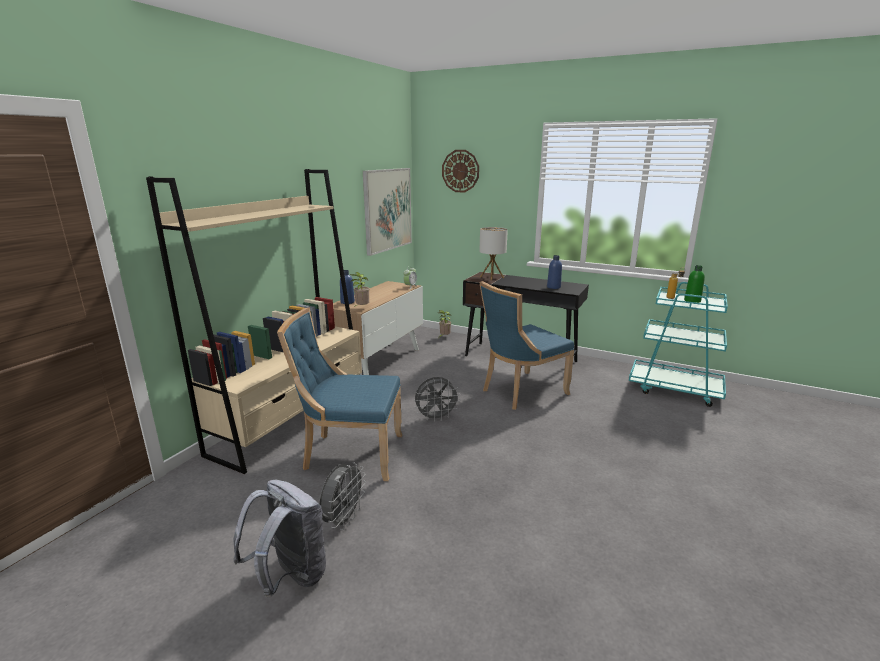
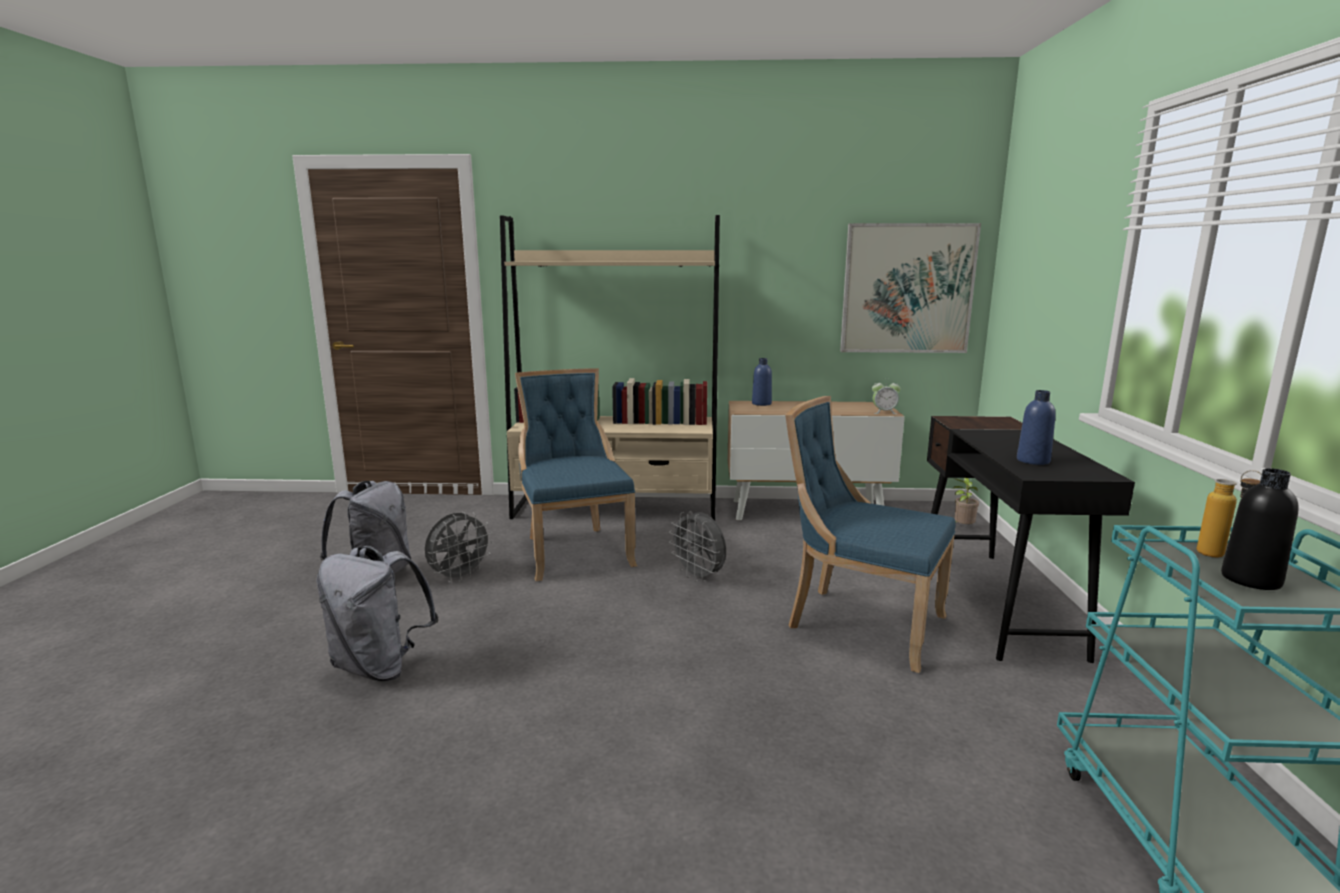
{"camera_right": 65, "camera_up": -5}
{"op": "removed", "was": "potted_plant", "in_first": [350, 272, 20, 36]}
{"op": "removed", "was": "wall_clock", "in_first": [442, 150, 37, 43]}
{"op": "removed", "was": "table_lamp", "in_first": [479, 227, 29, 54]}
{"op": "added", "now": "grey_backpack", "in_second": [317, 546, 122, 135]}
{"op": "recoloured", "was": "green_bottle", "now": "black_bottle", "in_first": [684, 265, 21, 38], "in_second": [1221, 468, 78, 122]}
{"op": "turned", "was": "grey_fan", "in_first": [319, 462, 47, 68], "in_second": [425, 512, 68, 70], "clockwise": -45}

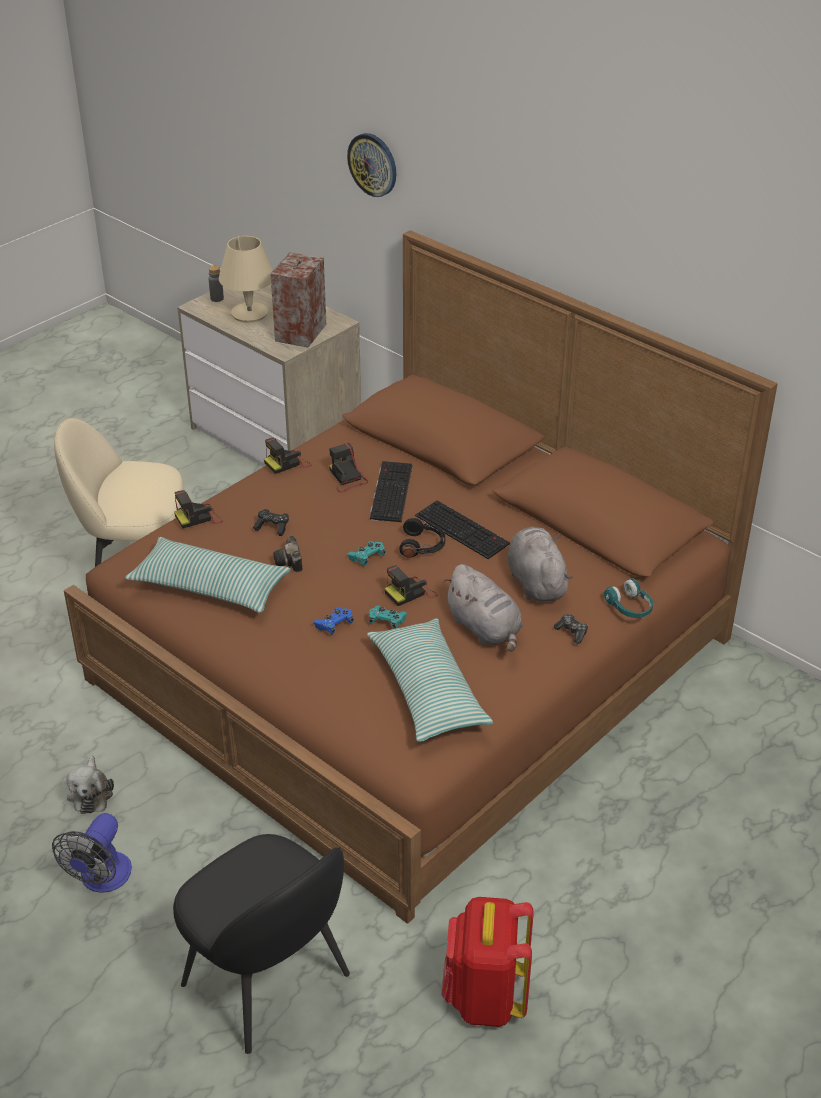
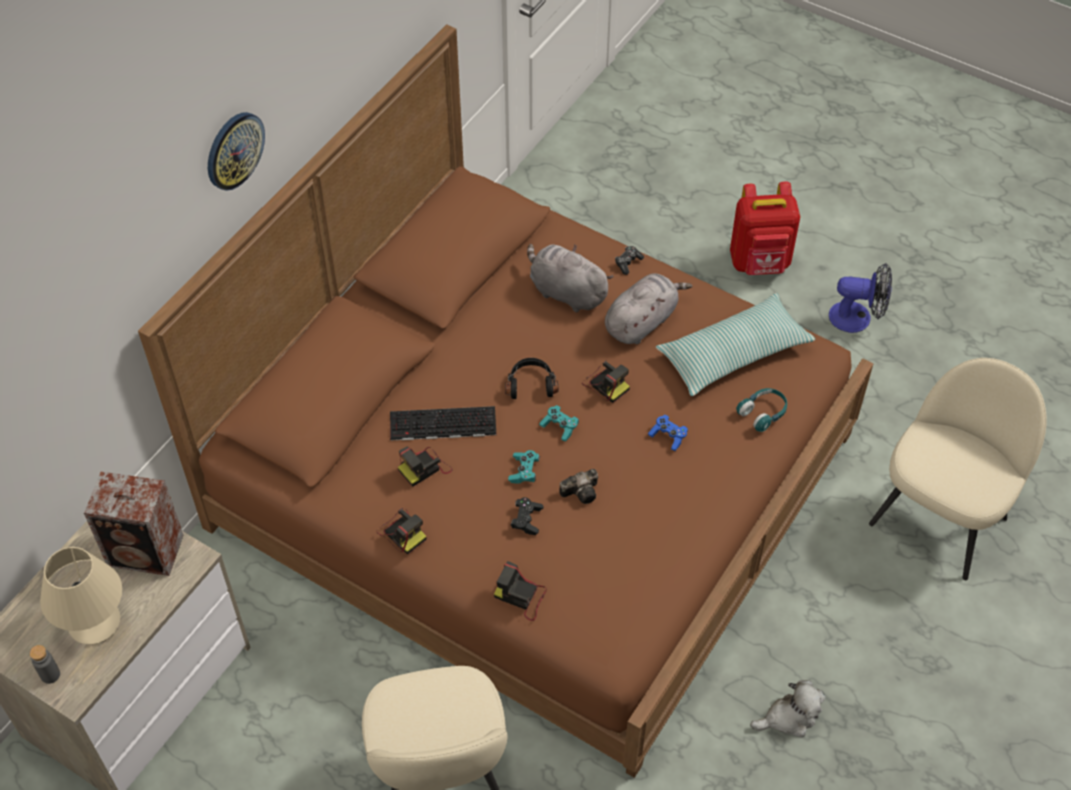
{"camera_right": -100, "camera_up": 15}
{"op": "removed", "was": "pillow", "in_first": [125, 537, 166, 76]}
{"op": "removed", "was": "keyboard", "in_first": [415, 500, 95, 59]}
{"op": "moved", "was": "fan", "in_first": [52, 813, 80, 80], "in_second": [829, 263, 63, 70]}
{"op": "moved", "was": "wall_clock", "in_first": [347, 133, 49, 64], "in_second": [208, 112, 57, 79]}
{"op": "moved", "was": "turquoise_game_controller", "in_first": [369, 605, 38, 24], "in_second": [508, 450, 32, 34]}
{"op": "moved", "was": "red_backpack", "in_first": [441, 897, 93, 130], "in_second": [730, 182, 70, 93]}
{"op": "moved", "was": "turquoise_headphones", "in_first": [604, 578, 49, 40], "in_second": [736, 388, 51, 44]}
{"op": "recoloured", "was": "black_chair", "now": "beige_chair", "in_first": [173, 834, 177, 220], "in_second": [869, 358, 178, 222]}
{"op": "turned", "was": "photo_camera", "in_first": [174, 490, 49, 38], "in_second": [494, 561, 53, 60], "clockwise": 150}
{"op": "turned", "was": "grey_plush_toy", "in_first": [508, 526, 64, 76], "in_second": [527, 244, 87, 68], "clockwise": 60}

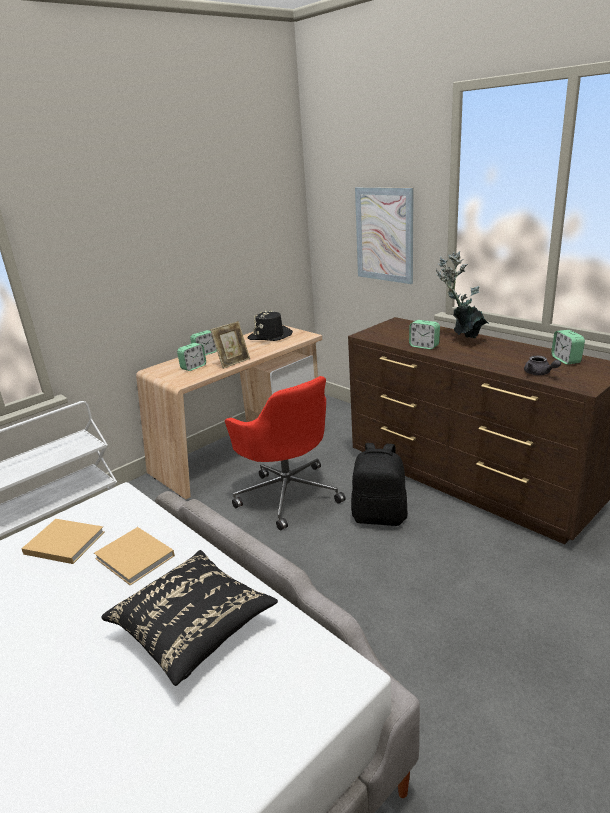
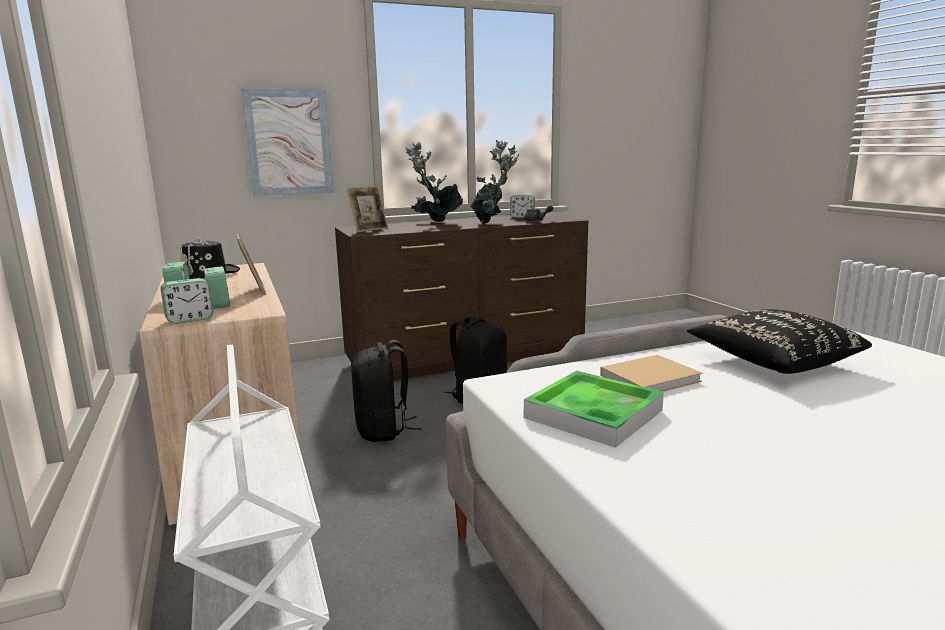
{"camera_right": -70, "camera_up": -10}
{"op": "added", "now": "picture_frame", "in_second": [347, 186, 41, 46]}
{"op": "added", "now": "potted_plant", "in_second": [470, 140, 49, 85]}
{"op": "moved", "was": "alarm_clock", "in_first": [409, 320, 31, 29], "in_second": [161, 278, 53, 46]}
{"op": "replaced", "was": "beige_book", "now": "tray", "in_first": [21, 519, 84, 45], "in_second": [524, 371, 140, 77]}
{"op": "replaced", "was": "red_office_chair", "now": "black_backpack", "in_first": [225, 376, 121, 154], "in_second": [351, 340, 71, 102]}

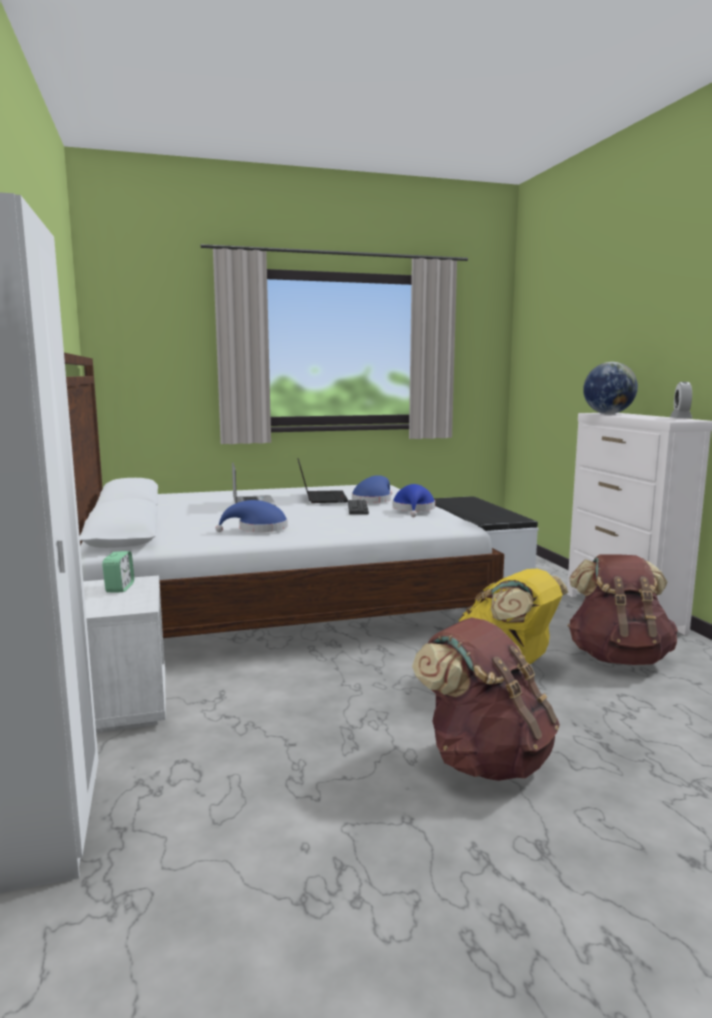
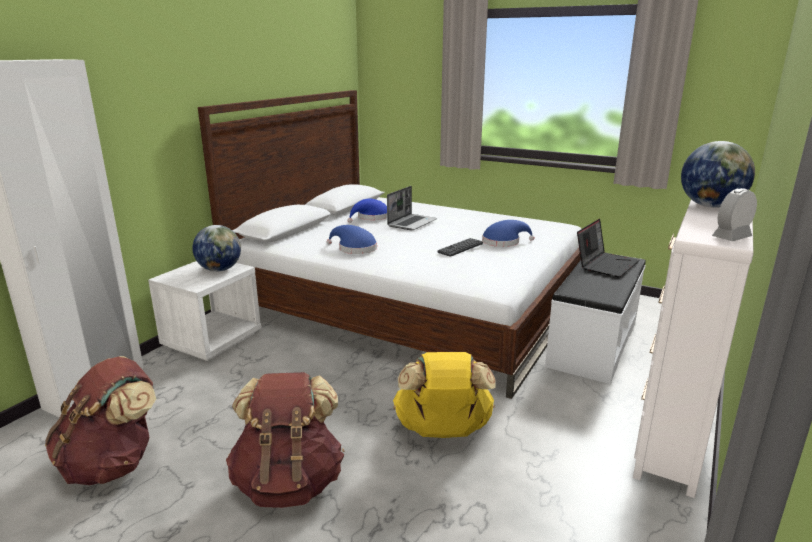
{"camera_right": 45, "camera_up": 10}
{"op": "moved", "was": "laptop", "in_first": [297, 458, 51, 45], "in_second": [577, 219, 62, 59]}
{"op": "moved", "was": "blue_hat", "in_first": [393, 484, 42, 33], "in_second": [347, 199, 40, 24]}
{"op": "moved", "was": "brown_backpack", "in_first": [567, 554, 111, 111], "in_second": [45, 356, 111, 129]}
{"op": "replaced", "was": "alarm_clock", "now": "globe", "in_first": [102, 551, 32, 41], "in_second": [192, 225, 49, 47]}

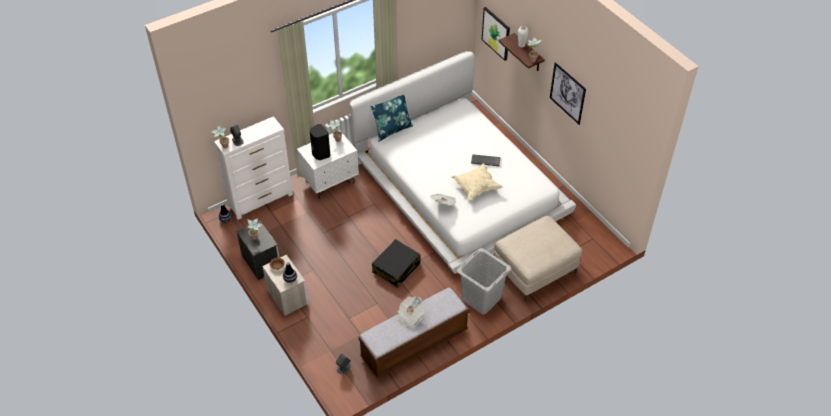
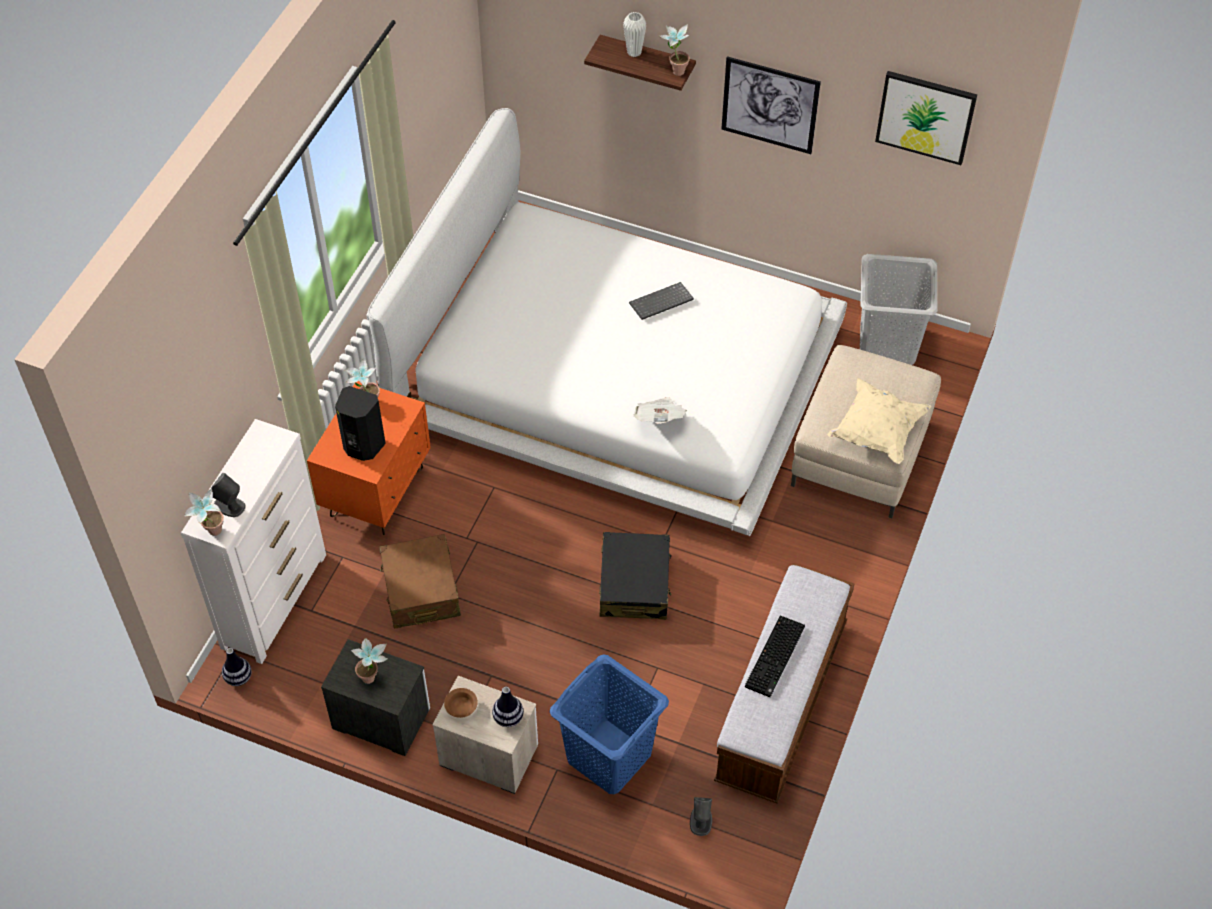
{"camera_right": -35, "camera_up": 5}
{"op": "removed", "was": "blue_pillow", "in_first": [371, 95, 42, 47]}
{"op": "added", "now": "brown_suitcase", "in_second": [379, 534, 82, 95]}
{"op": "added", "now": "blue_laundry_basket", "in_second": [550, 654, 119, 140]}
{"op": "moved", "was": "beige_pillow", "in_first": [451, 163, 52, 37], "in_second": [827, 378, 104, 86]}
{"op": "moved", "was": "grey_laundry_basket", "in_first": [457, 248, 54, 66], "in_second": [860, 254, 77, 111]}
{"op": "moved", "was": "picture", "in_first": [482, 7, 28, 54], "in_second": [875, 71, 102, 94]}
{"op": "replaced", "was": "newspaper", "now": "keyboard", "in_first": [396, 297, 29, 31], "in_second": [745, 616, 60, 81]}
{"op": "recoloured", "was": "white_nightstand", "now": "orange_nightstand", "in_first": [297, 130, 62, 69], "in_second": [307, 381, 124, 154]}

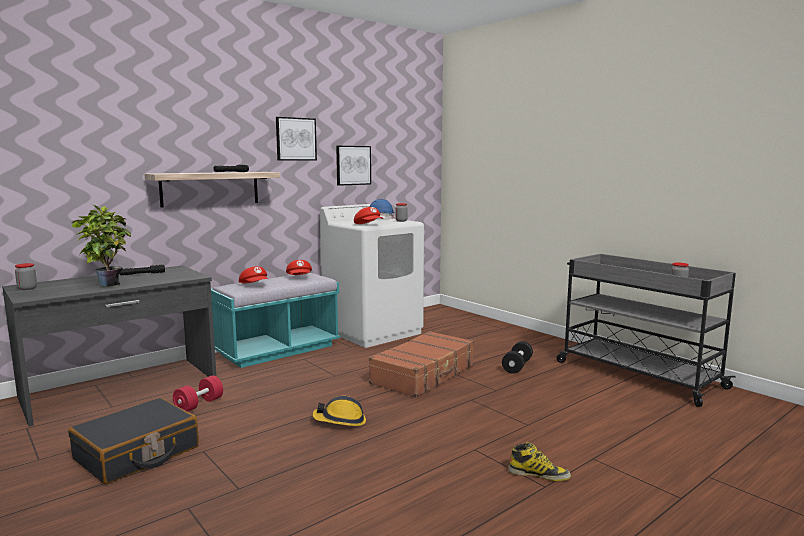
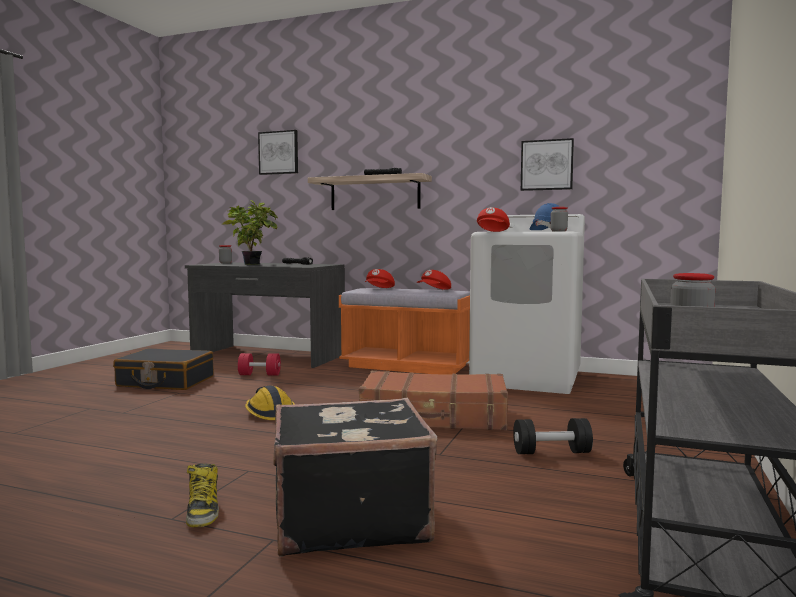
{"camera_right": 60, "camera_up": -5}
{"op": "added", "now": "black_suitcase", "in_second": [273, 398, 164, 159]}
{"op": "moved", "was": "picture", "in_first": [276, 117, 41, 44], "in_second": [258, 130, 40, 45]}
{"op": "recoloured", "was": "turquoise_bench", "now": "orange_bench", "in_first": [211, 273, 129, 95], "in_second": [339, 288, 131, 86]}

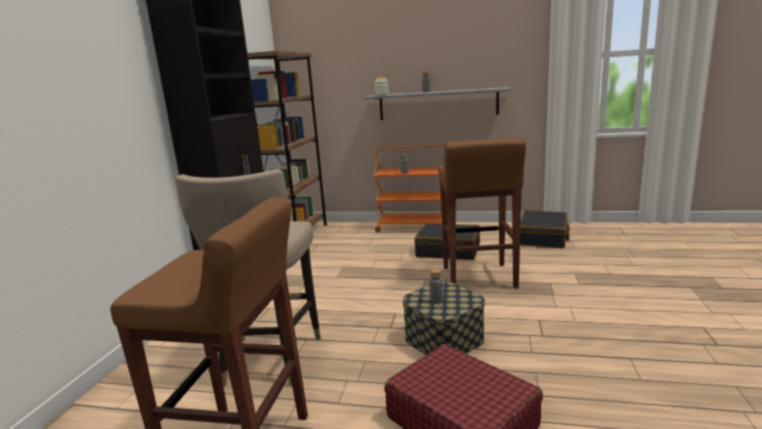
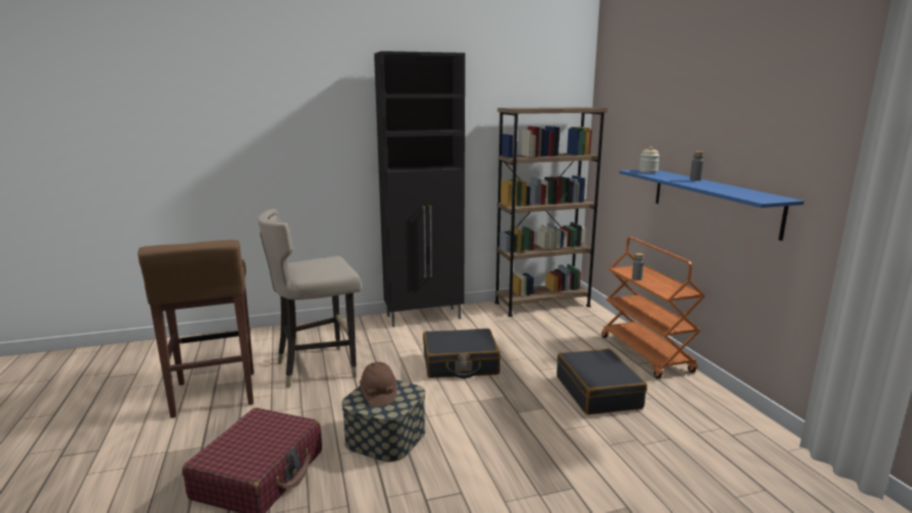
{"camera_right": 60, "camera_up": 0}
{"op": "removed", "was": "brown_stool", "in_first": [439, 137, 87, 151]}
{"op": "moved", "was": "black_suitcase", "in_first": [520, 210, 50, 38], "in_second": [423, 328, 77, 51]}
{"op": "replaced", "was": "grey_bottle", "now": "brown_hard_hat", "in_first": [430, 269, 13, 35], "in_second": [360, 362, 37, 45]}
{"op": "recoloured", "was": "grey_shelf", "now": "blue_shelf", "in_first": [363, 87, 148, 33], "in_second": [619, 170, 185, 71]}

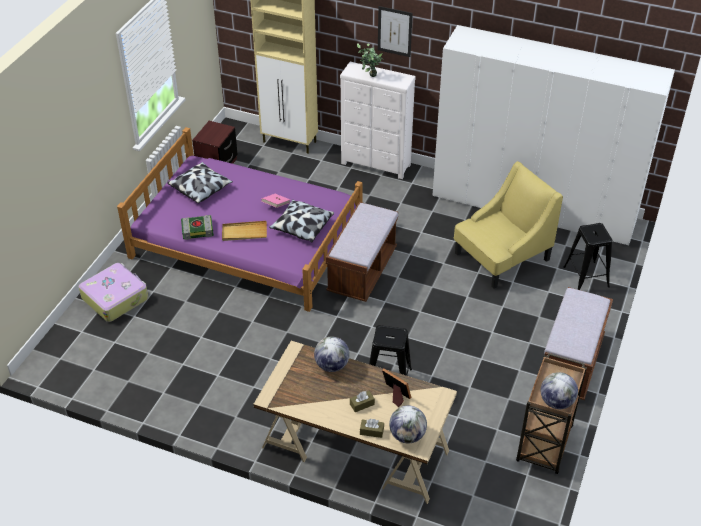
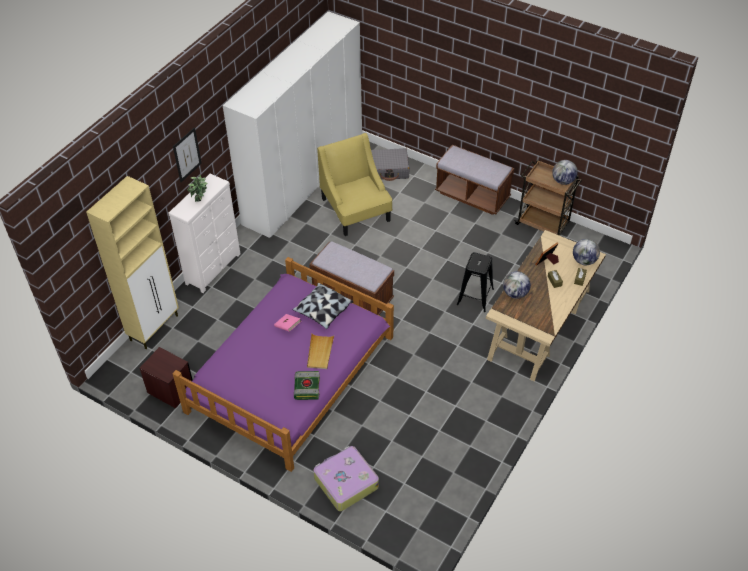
{"camera_right": -80, "camera_up": 5}
{"op": "removed", "was": "pillow", "in_first": [167, 162, 66, 41]}
{"op": "replaced", "was": "black_stool", "now": "grey_suitcase", "in_first": [563, 223, 49, 67], "in_second": [371, 148, 38, 33]}

